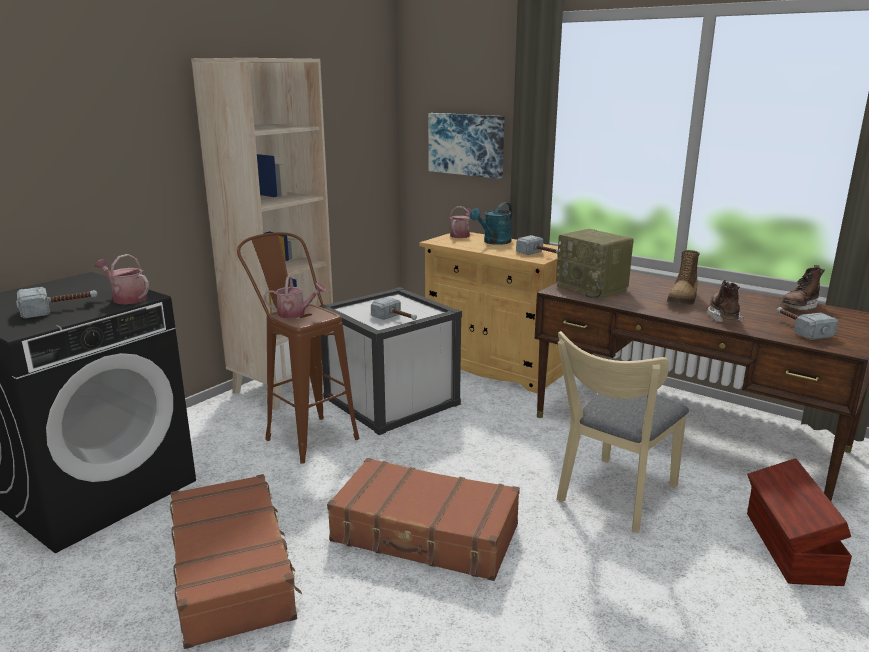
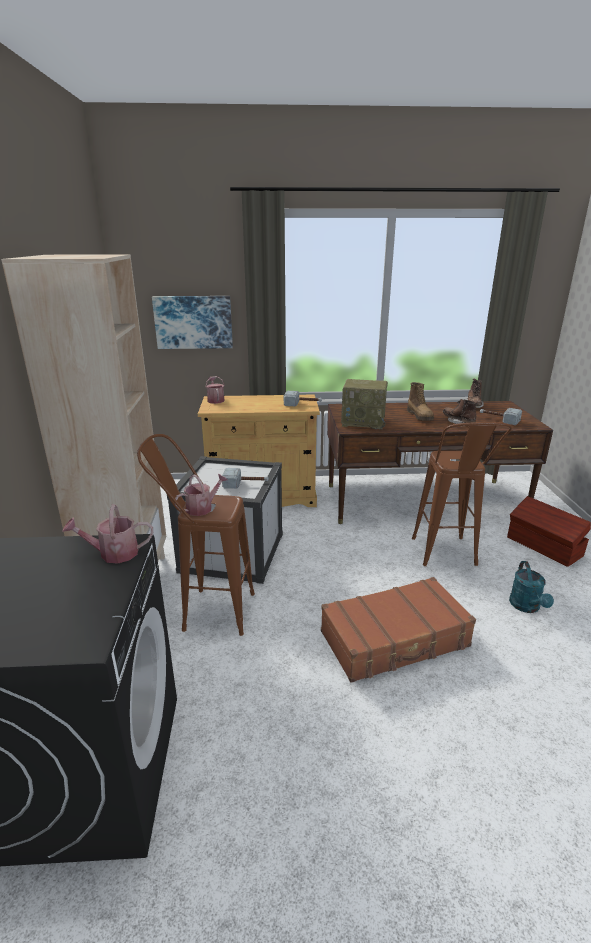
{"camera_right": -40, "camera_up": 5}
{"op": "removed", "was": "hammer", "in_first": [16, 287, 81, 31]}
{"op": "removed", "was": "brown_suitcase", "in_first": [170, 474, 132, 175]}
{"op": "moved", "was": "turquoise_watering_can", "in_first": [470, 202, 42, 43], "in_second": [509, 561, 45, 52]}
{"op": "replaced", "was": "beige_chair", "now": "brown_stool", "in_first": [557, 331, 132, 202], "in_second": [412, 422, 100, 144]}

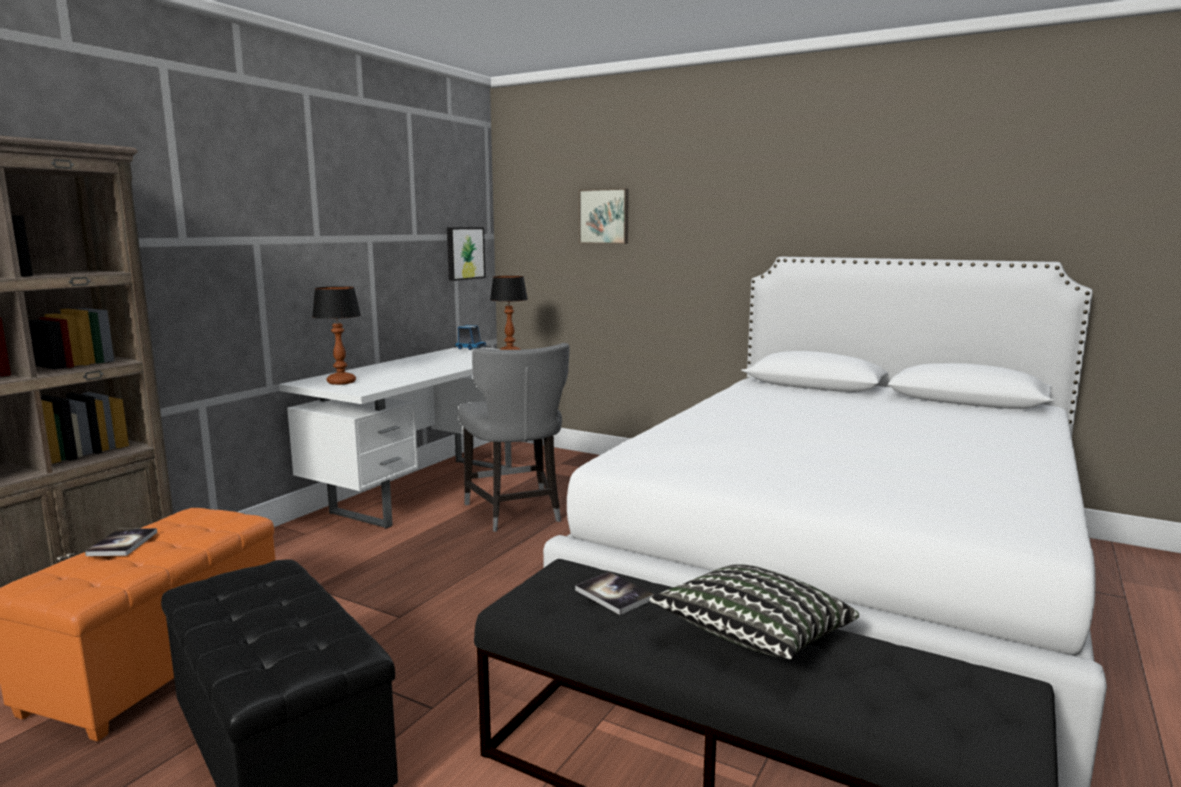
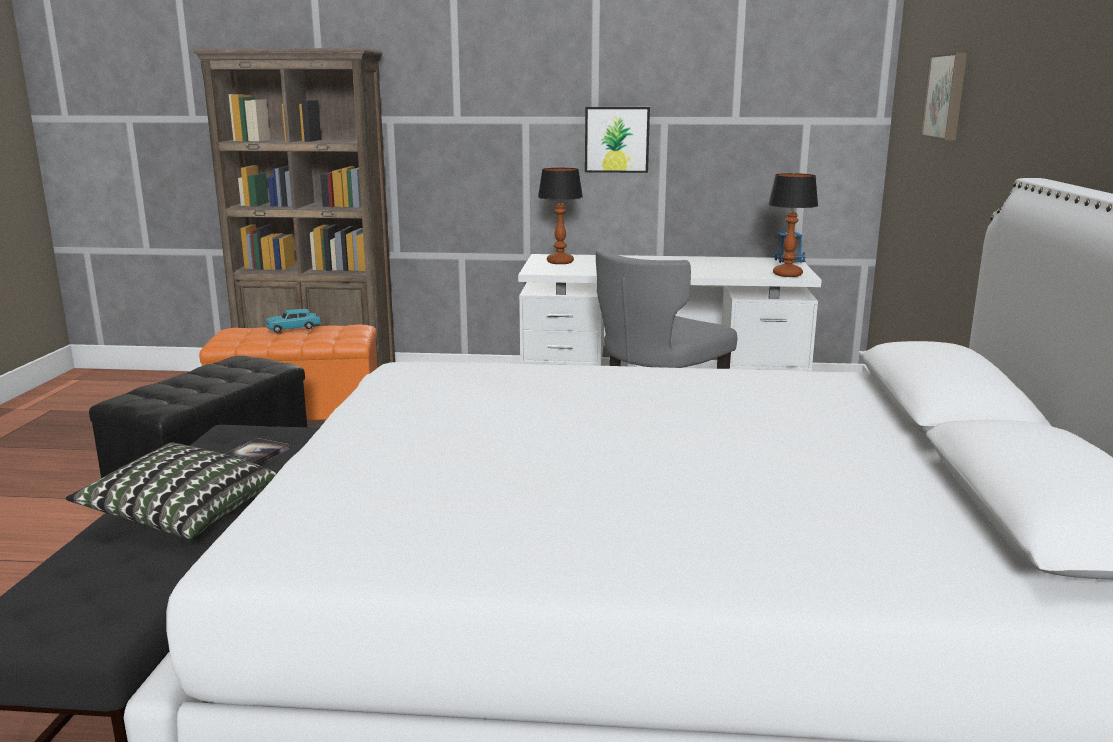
{"camera_right": 65, "camera_up": 5}
{"op": "moved", "was": "picture", "in_first": [447, 227, 39, 54], "in_second": [585, 107, 65, 66]}
{"op": "replaced", "was": "book", "now": "turquoise_toy_car", "in_first": [85, 528, 72, 28], "in_second": [265, 309, 56, 24]}

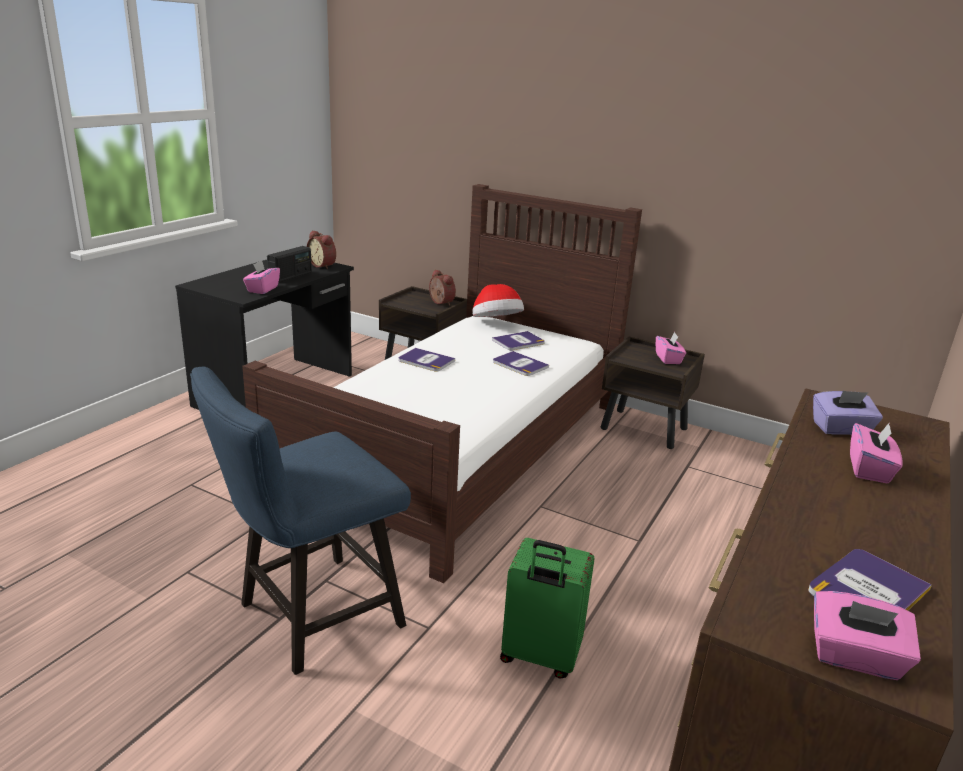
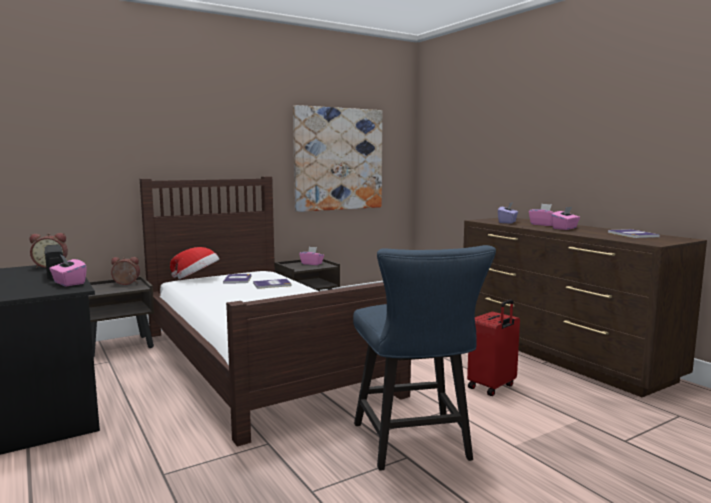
{"camera_right": -60, "camera_up": -15}
{"op": "removed", "was": "book", "in_first": [398, 348, 57, 24]}
{"op": "added", "now": "picture", "in_second": [293, 105, 90, 107]}
{"op": "moved", "was": "pink_tissue_box", "in_first": [814, 591, 107, 89], "in_second": [551, 207, 29, 23]}
{"op": "recoloured", "was": "green_suitcase", "now": "red_suitcase", "in_first": [500, 538, 95, 141], "in_second": [467, 299, 53, 97]}

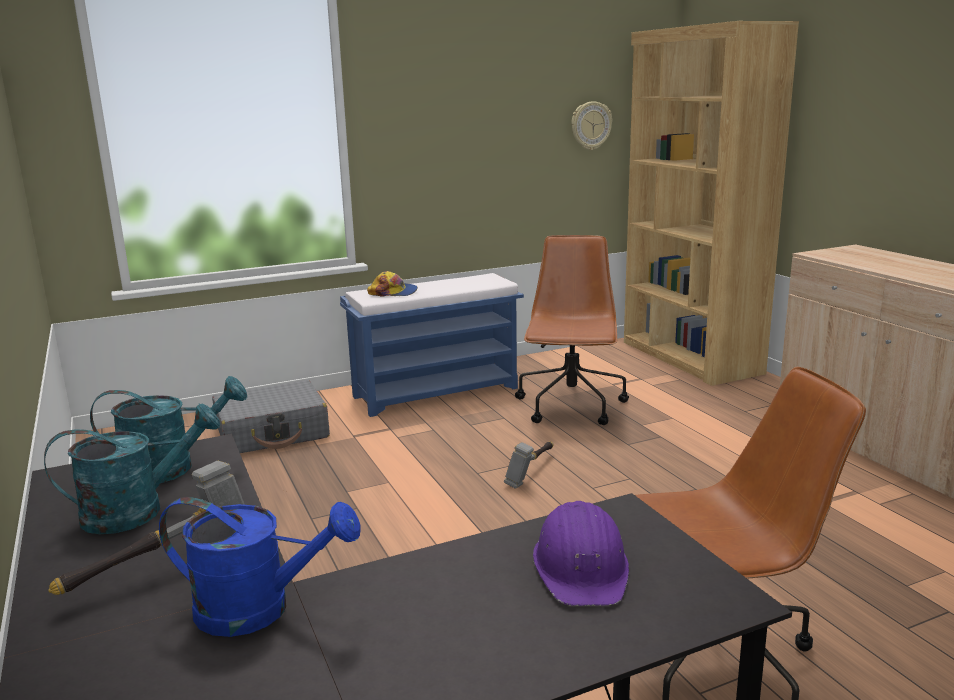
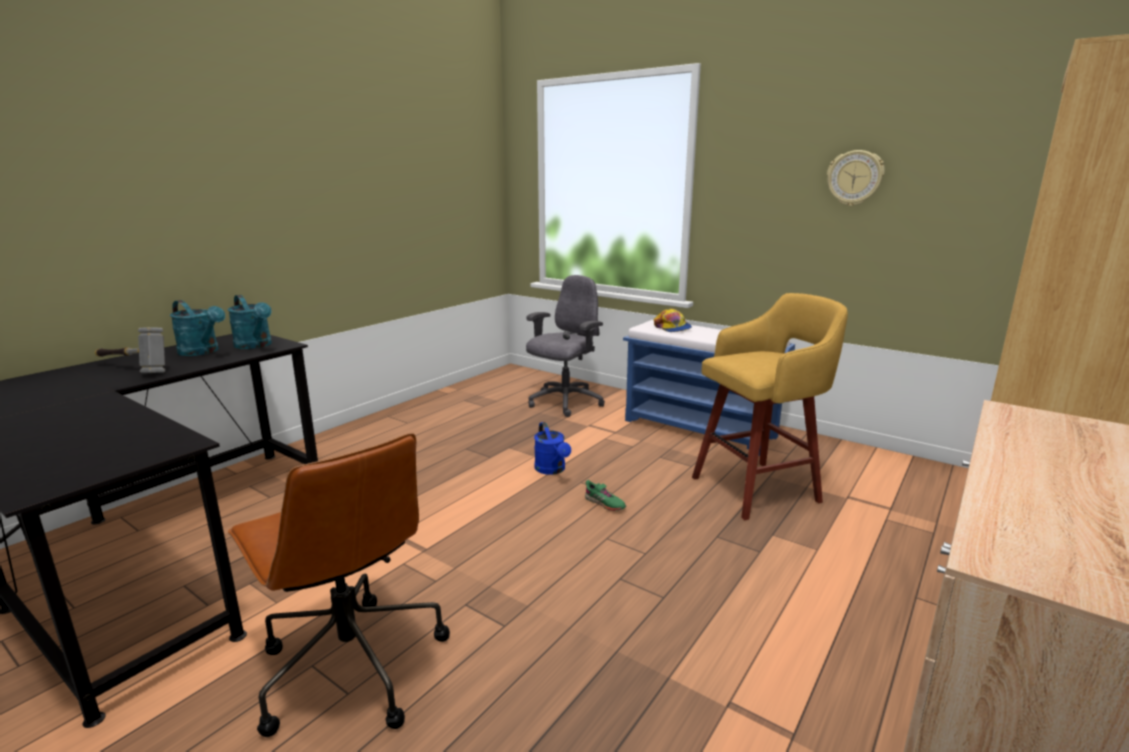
{"camera_right": 60, "camera_up": 0}
{"op": "removed", "was": "purple_hard_hat", "in_first": [533, 501, 96, 105]}
{"op": "moved", "was": "blue_watering_can", "in_first": [159, 497, 201, 140], "in_second": [534, 422, 37, 53]}
{"op": "moved", "was": "wall_clock", "in_first": [571, 102, 41, 48], "in_second": [827, 150, 58, 56]}
{"op": "replaced", "was": "grey_suitcase", "now": "grey_office_chair", "in_first": [212, 380, 118, 73], "in_second": [526, 275, 79, 142]}
{"op": "replaced", "was": "hammer", "now": "green_shoe", "in_first": [504, 441, 49, 48], "in_second": [585, 480, 41, 31]}
{"op": "replaced", "was": "brown_office_chair", "now": "yellow_stool", "in_first": [515, 235, 114, 190], "in_second": [692, 293, 156, 227]}

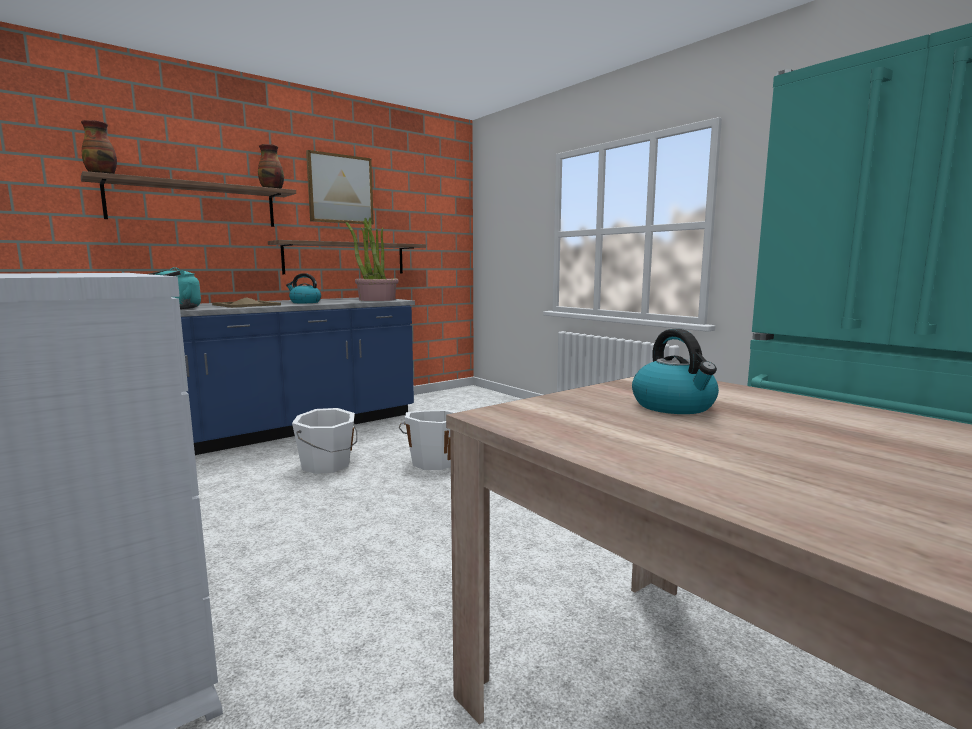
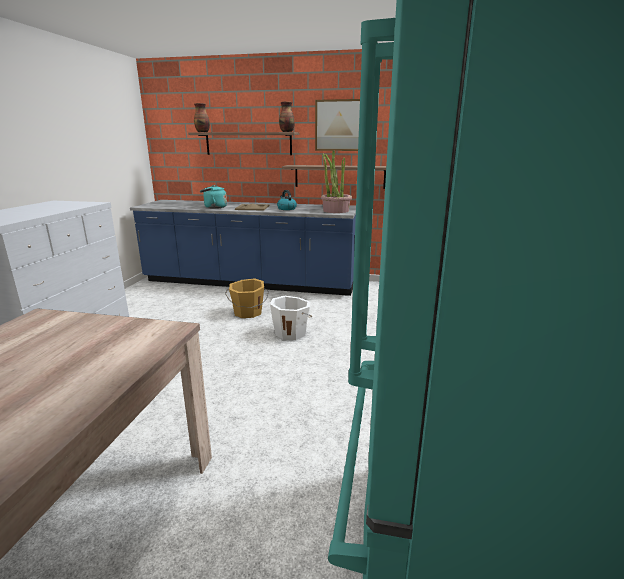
{"camera_right": 50, "camera_up": 10}
{"op": "removed", "was": "kettle", "in_first": [632, 329, 87, 85]}
{"op": "recoloured", "was": "white_bucket", "now": "orange_bucket", "in_first": [292, 408, 65, 66], "in_second": [225, 278, 44, 40]}

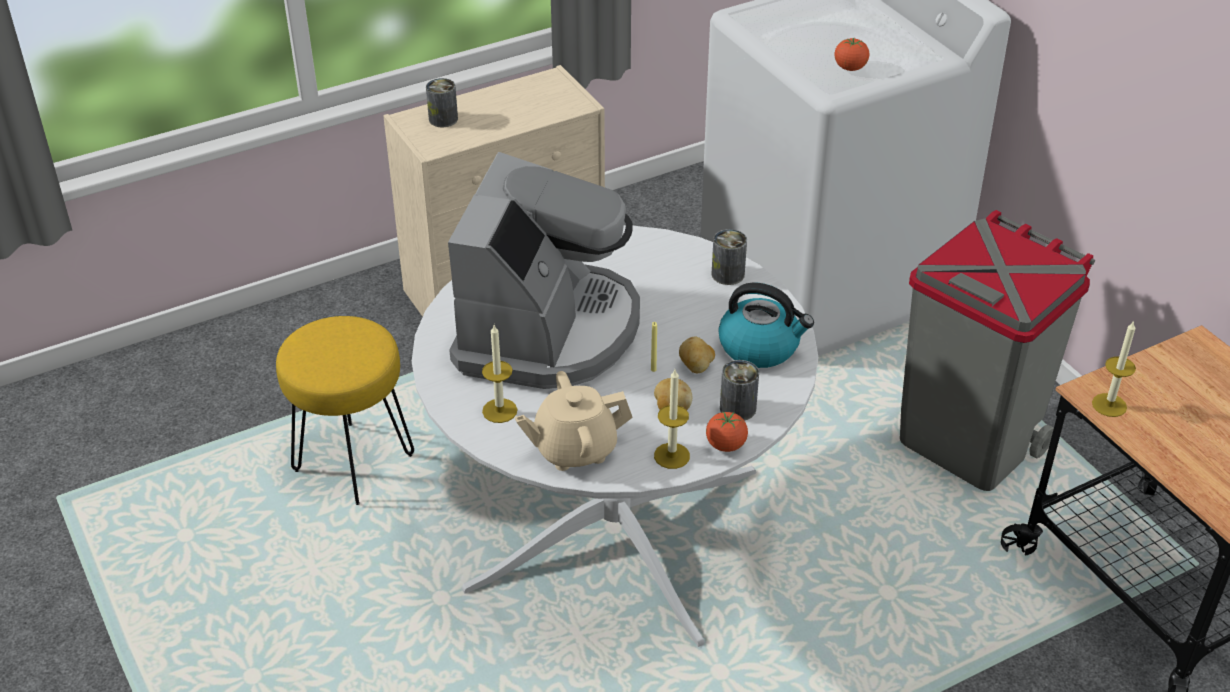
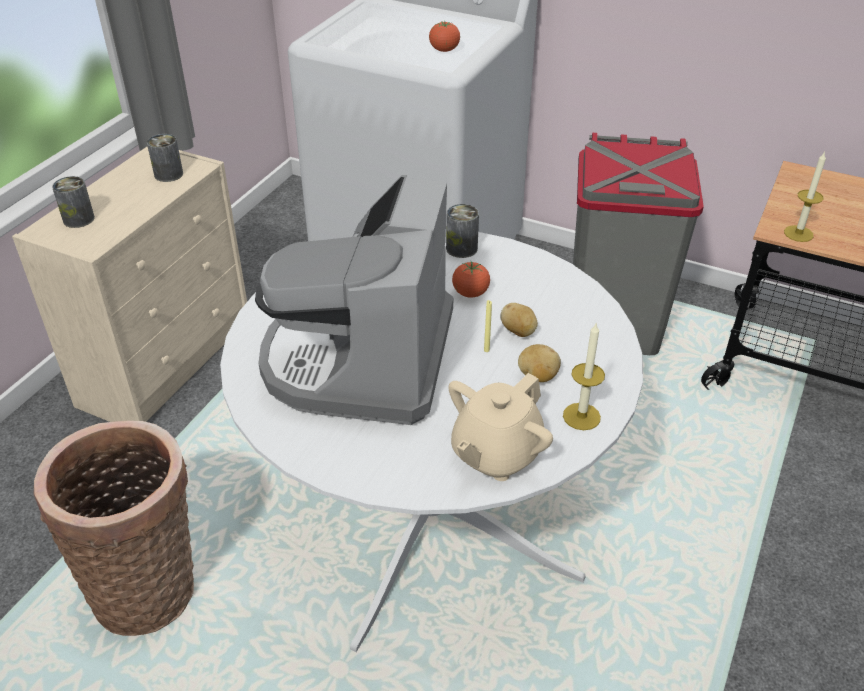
{"camera_right": -35, "camera_up": 0}
{"op": "removed", "was": "candle", "in_first": [482, 325, 35, 98]}
{"op": "removed", "was": "kettle", "in_first": [718, 283, 96, 85]}
{"op": "moved", "was": "tomato", "in_first": [706, 411, 42, 41], "in_second": [452, 261, 38, 37]}
{"op": "moved", "was": "can", "in_first": [720, 360, 39, 61], "in_second": [147, 134, 36, 48]}
{"op": "replaced", "was": "yellow_stool", "now": "basket", "in_first": [276, 316, 138, 189], "in_second": [33, 421, 161, 215]}
{"op": "turned", "was": "coffee_machine", "in_first": [448, 152, 192, 237], "in_second": [255, 175, 198, 250], "clockwise": -150}

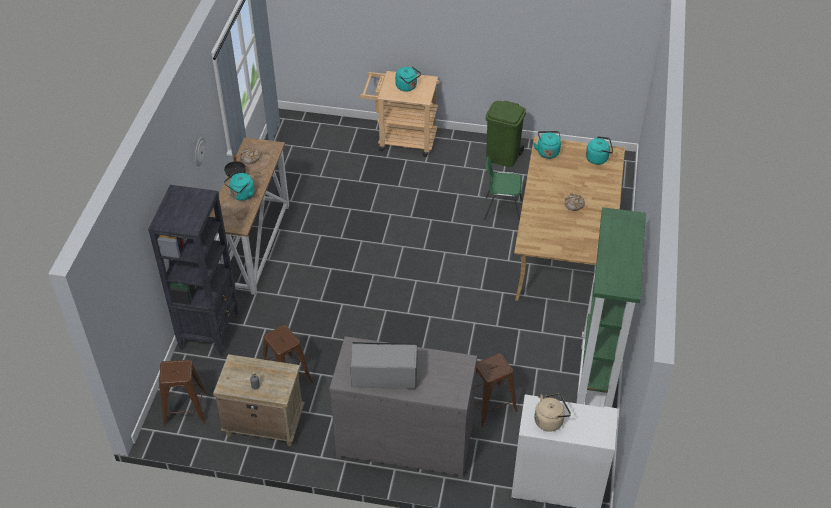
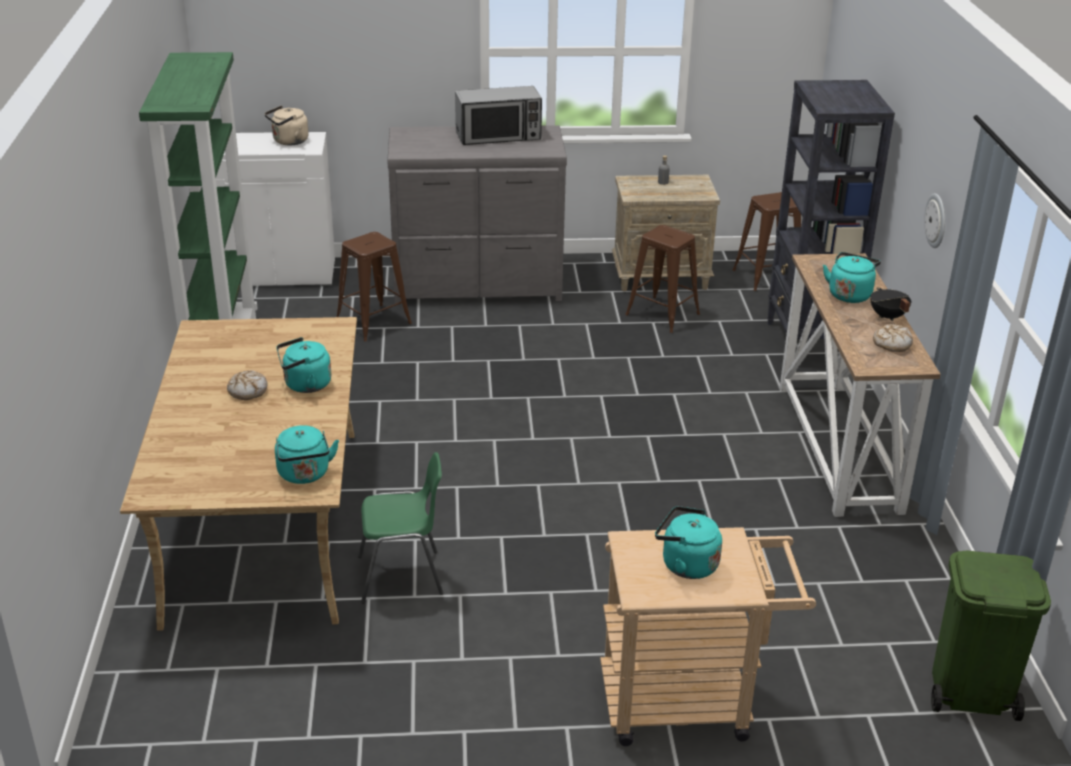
{"camera_right": 165, "camera_up": -15}
{"op": "moved", "was": "green_trash_can", "in_first": [486, 101, 40, 66], "in_second": [931, 551, 120, 170]}
{"op": "moved", "was": "turquoise_kettle", "in_first": [586, 136, 27, 29], "in_second": [276, 337, 55, 56]}

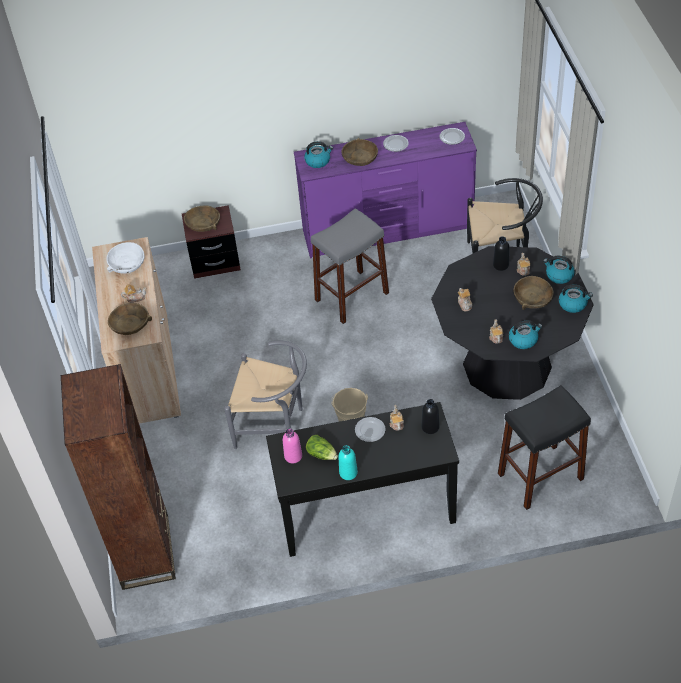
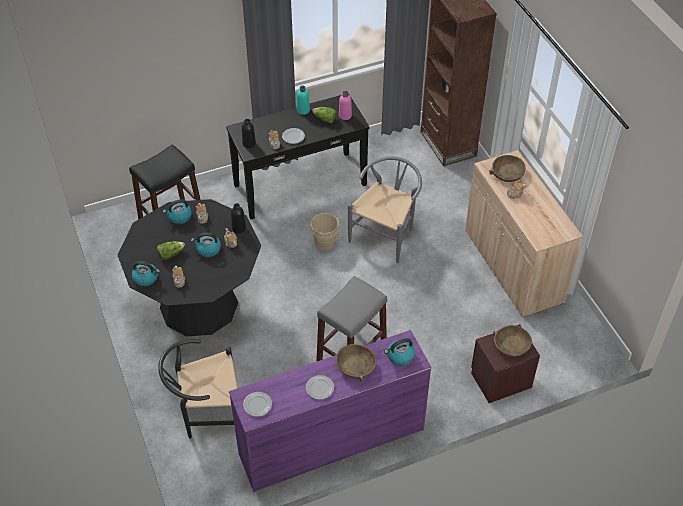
{"camera_right": 165, "camera_up": 0}
{"op": "removed", "was": "white_bowl", "in_first": [106, 242, 38, 32]}
{"op": "moved", "was": "black_bottle", "in_first": [493, 236, 16, 35], "in_second": [231, 203, 15, 30]}
{"op": "moved", "was": "kettle", "in_first": [559, 285, 34, 28], "in_second": [191, 233, 30, 24]}
{"op": "replaced", "was": "brown_bowl", "now": "lettuce", "in_first": [513, 276, 41, 34], "in_second": [157, 241, 28, 19]}
{"op": "turned", "was": "grey_chair", "in_first": [224, 341, 83, 108], "in_second": [348, 156, 74, 107], "clockwise": 120}

